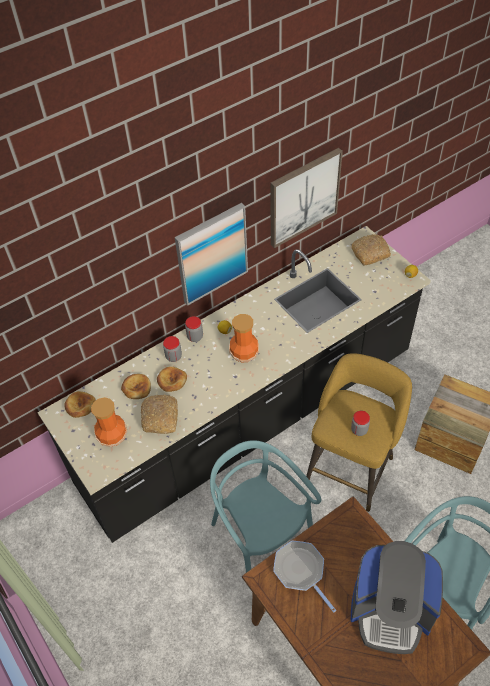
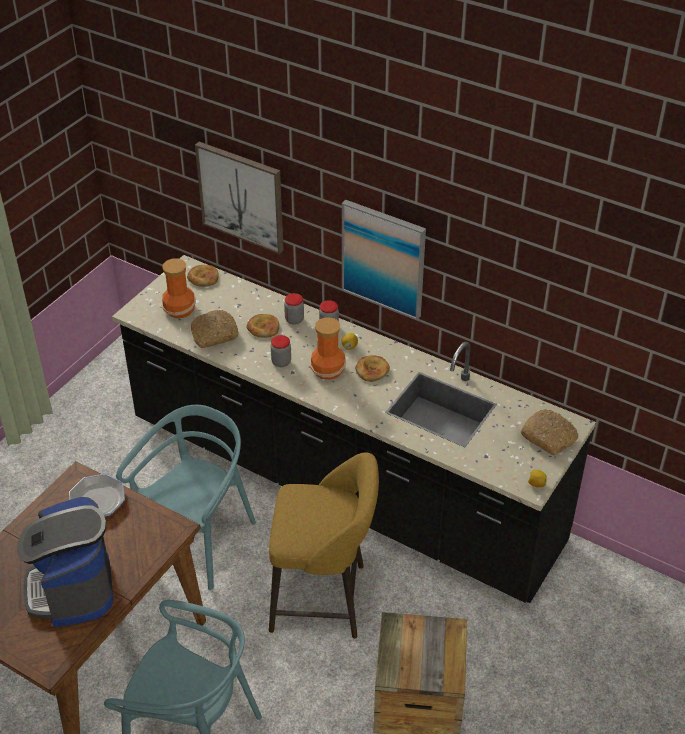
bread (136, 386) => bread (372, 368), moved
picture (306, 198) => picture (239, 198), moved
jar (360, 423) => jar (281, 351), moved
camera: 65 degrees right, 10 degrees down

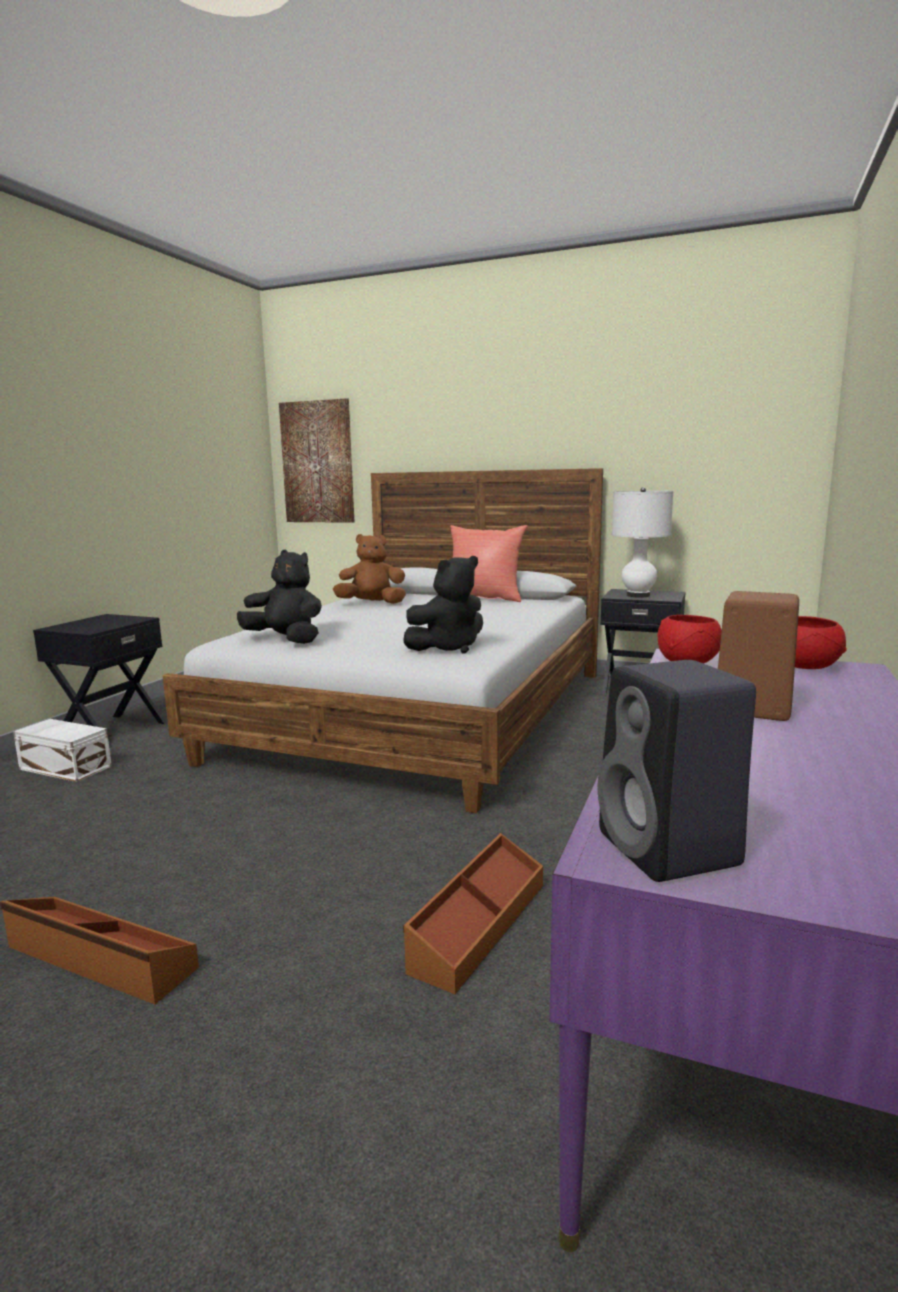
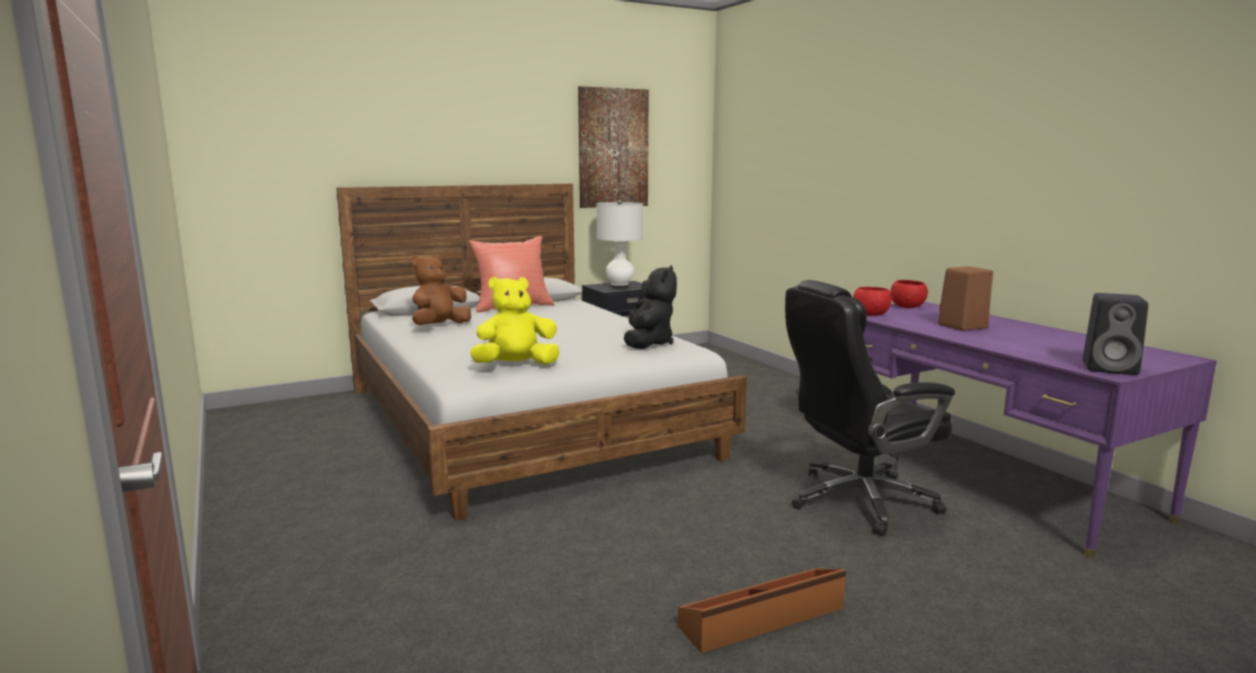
storage box (white) (62, 750) => nothing
nightstand (black) (100, 681) => nothing
picture (316, 460) => picture (613, 147), moved
storage box (brown) (473, 913) => office chair (black) (870, 408)
plush toy (black) (279, 596) => plush toy (yellow) (515, 320)
camera: 50 degrees left, 0 degrees up

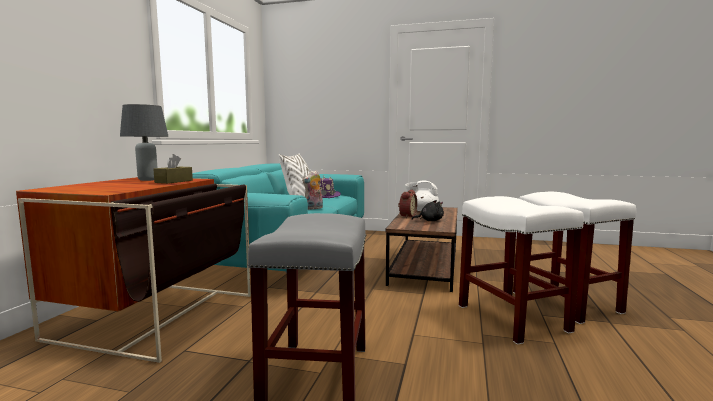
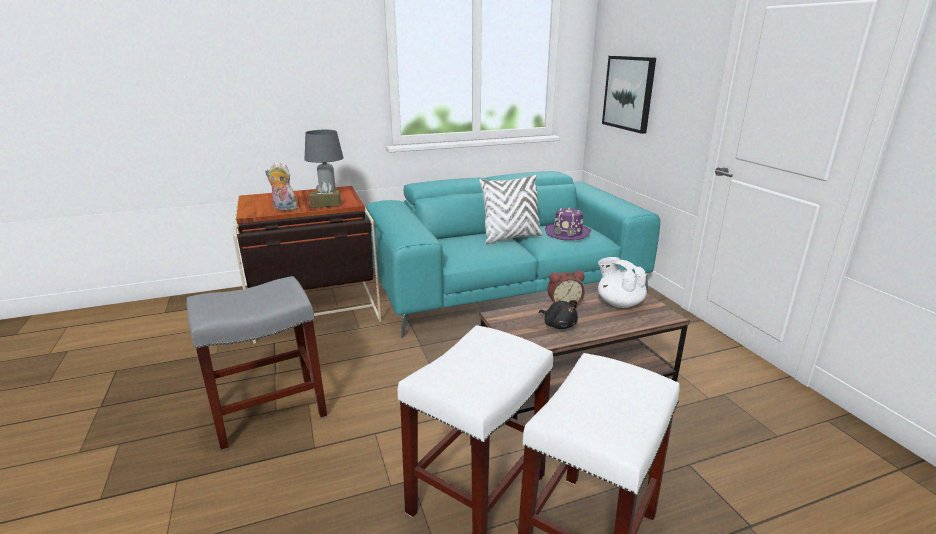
nothing => picture (629, 95)
plush toy (312, 190) => plush toy (281, 187), moved
camera: 55 degrees right, 15 degrees up

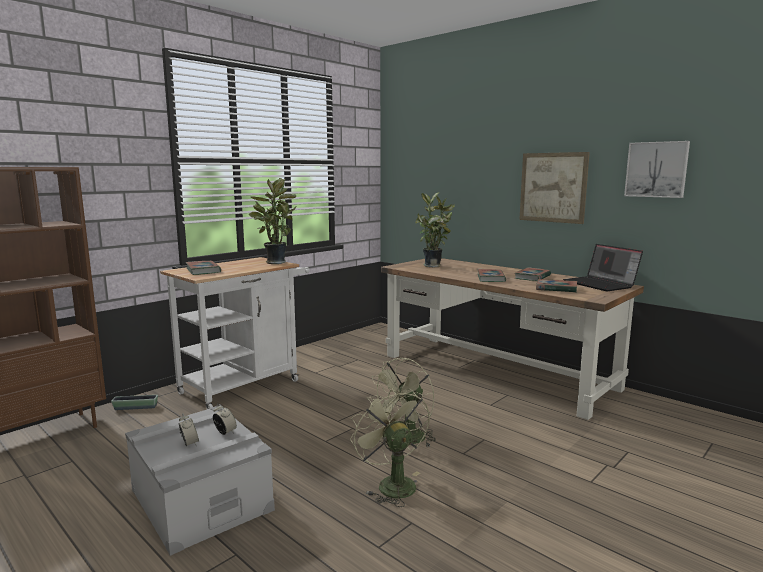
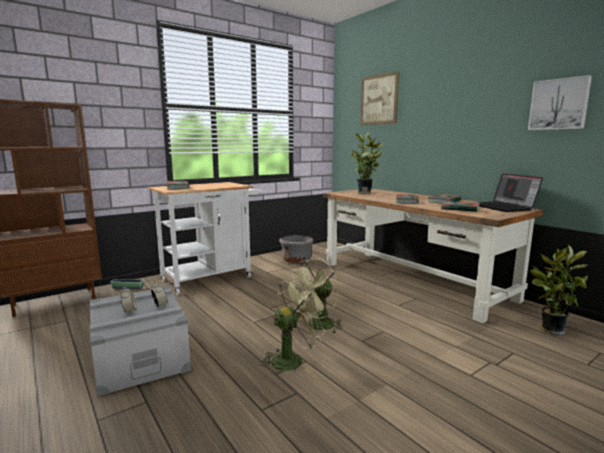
nothing => planter (grey) (296, 249)
potted plant (273, 221) => potted plant (559, 290), moved
picture (554, 188) => picture (379, 98), moved
fan (green) (390, 447) => fan (green) (292, 326), 75 degrees clockwise
camera: 10 degrees right, 0 degrees up

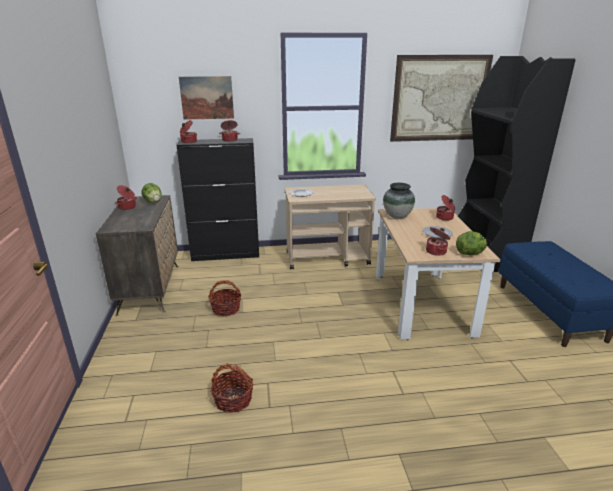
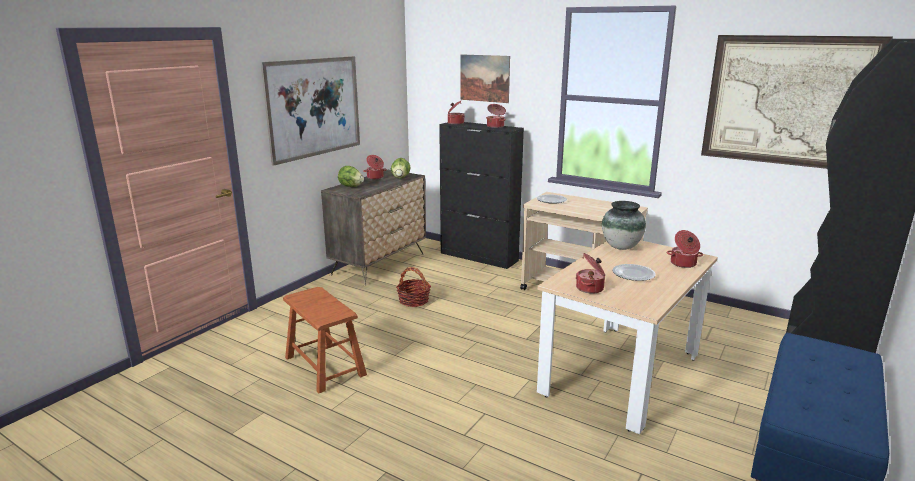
nothing => picture (310, 111)
lettuce (471, 243) => lettuce (351, 176), moved
basket (232, 388) => stool (brown) (325, 340)
camera: 40 degrees right, 5 degrees down

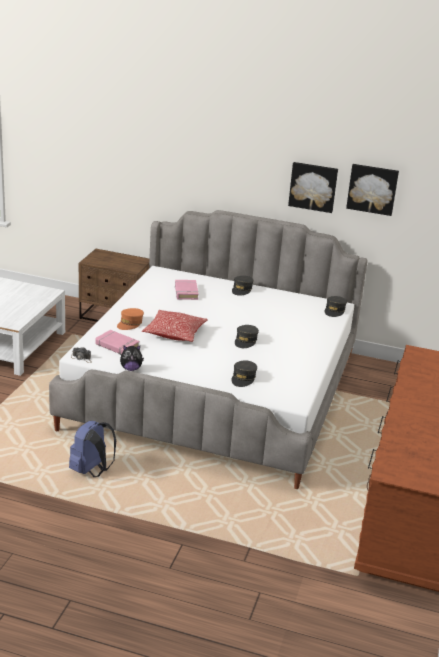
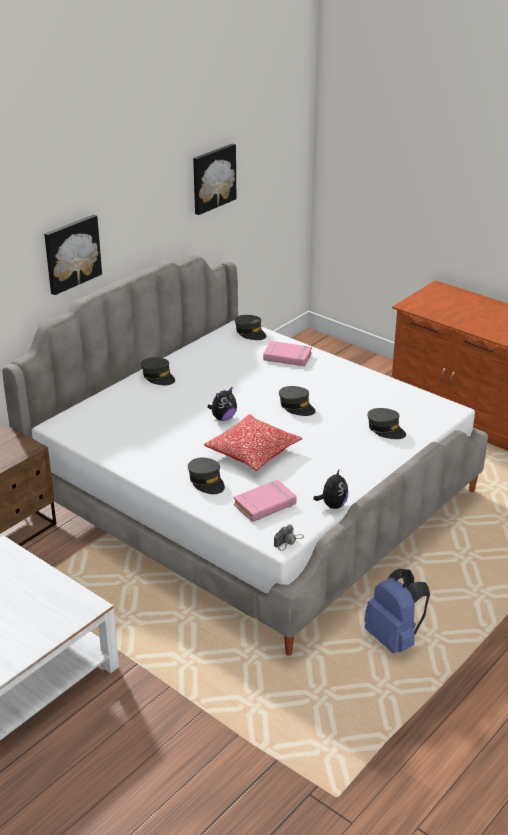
nothing => plush toy (222, 404)
book (pink) (187, 290) => book (pink) (287, 353), moved
picture (313, 187) => picture (73, 255), moved
cap (orange) (130, 319) => cap (grey) (206, 476)
camera: 65 degrees left, 5 degrees up

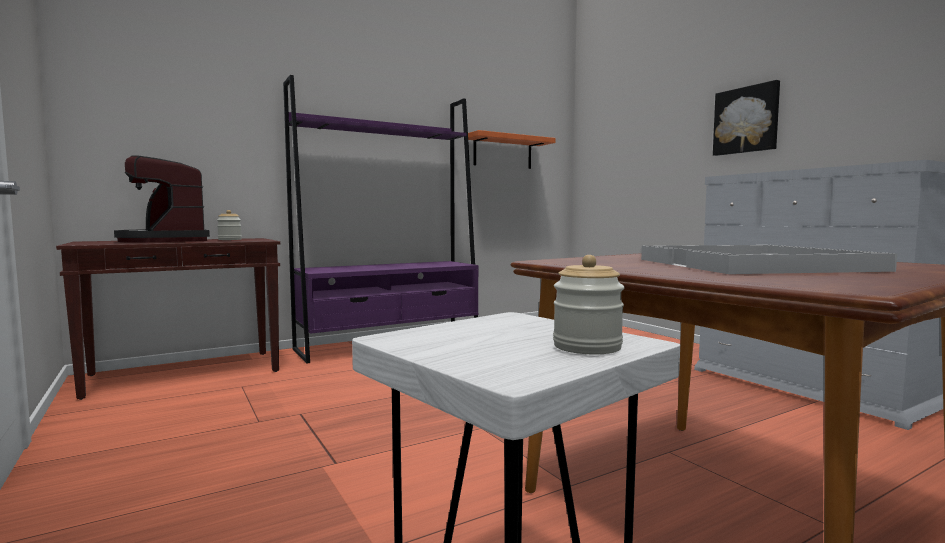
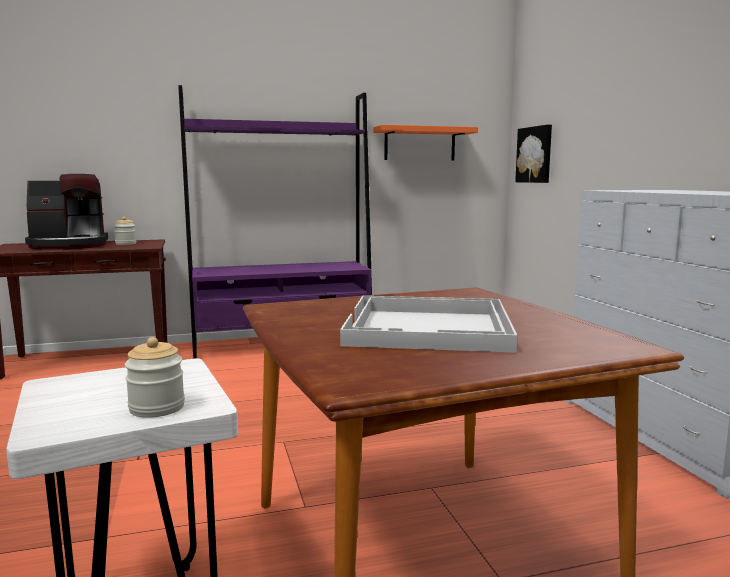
picture (746, 118) => picture (533, 154), moved
coffee machine (162, 199) => coffee machine (66, 212), 90 degrees counterclockwise
camera: 15 degrees right, 5 degrees up

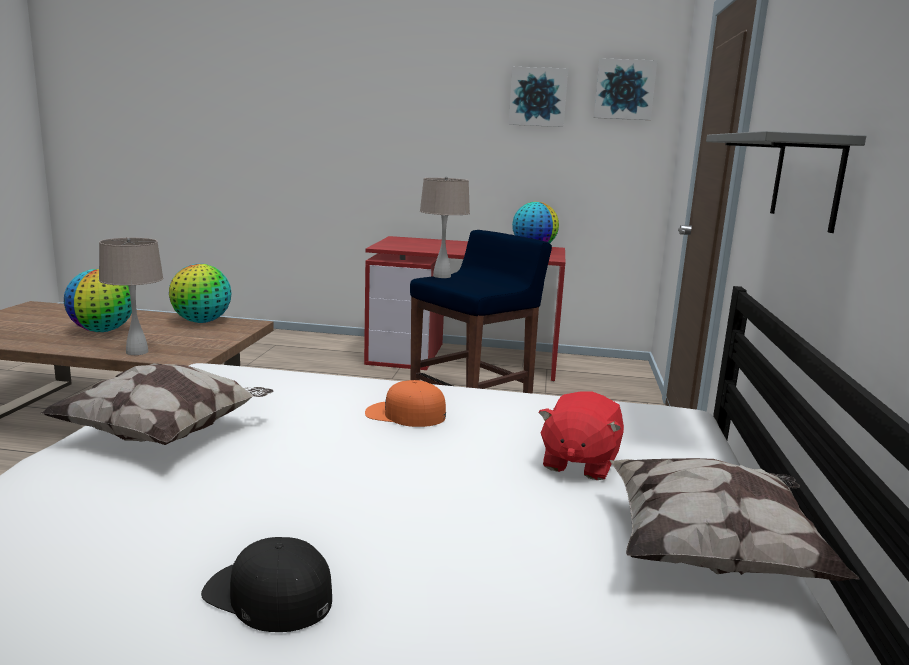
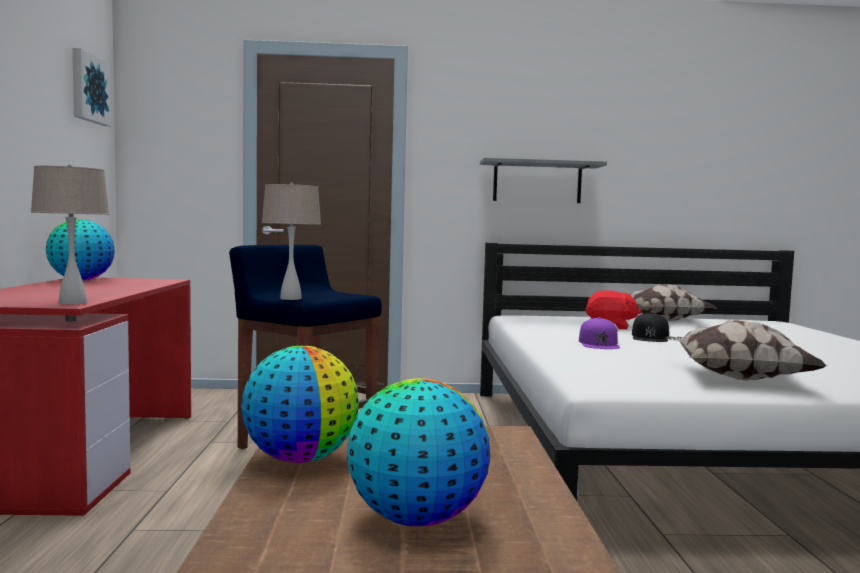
picture (538, 97) => nothing
table lamp (beige) (131, 296) => table lamp (beige) (70, 234), moved
cap (black) (266, 584) => cap (black) (650, 327), moved
cap (orange) (405, 403) => cap (purple) (599, 333)
camera: 100 degrees left, 10 degrees down

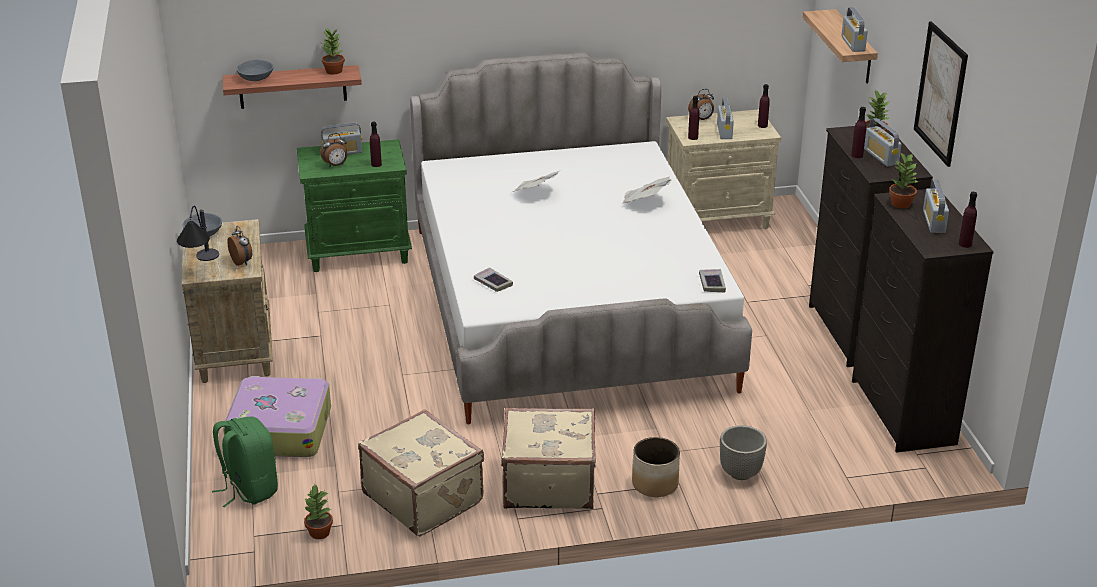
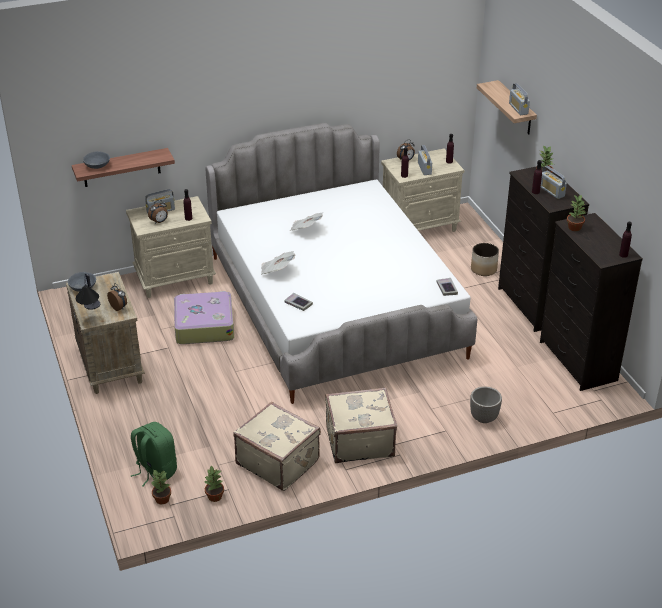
picture (941, 94) => nothing
radio (936, 206) => nothing
suitcase (277, 416) => suitcase (204, 317), moved
potted plant (333, 51) => potted plant (161, 486), moved
newspaper (647, 190) => newspaper (278, 263), moved
planter (656, 467) => planter (485, 259), moved
nightstand (green) (354, 205) => nightstand (beige) (171, 247)
camera: 10 degrees left, 5 degrees up

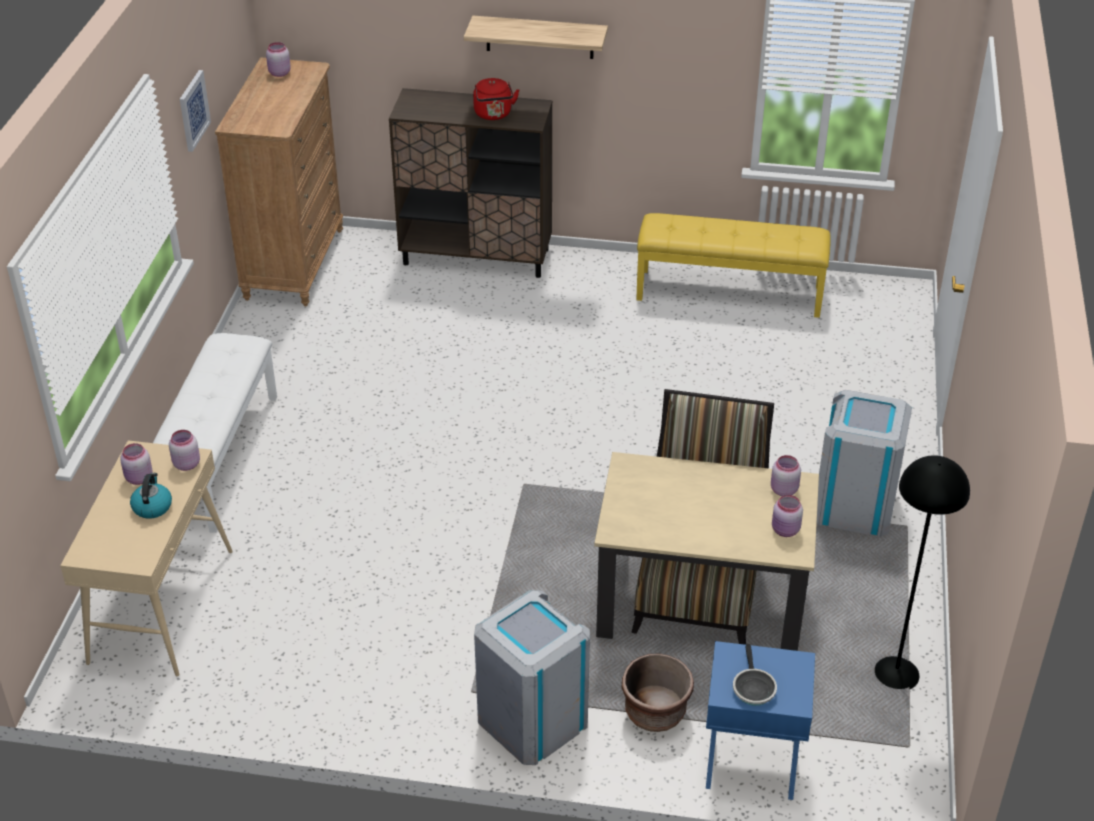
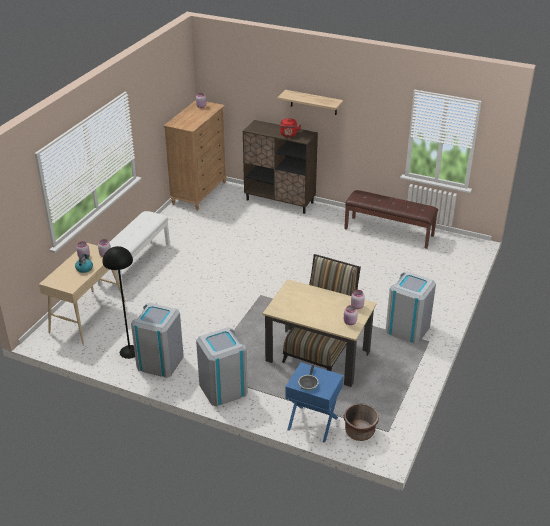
picture (195, 111) => nothing
nothing => trash can (grey) (157, 340)
planter (brown) (657, 693) => planter (brown) (361, 422), moved
floor lamp (black) (922, 572) => floor lamp (black) (119, 302), moved
bench (yellow) (733, 265) => bench (brown) (391, 219)
camera: 15 degrees right, 5 degrees down

